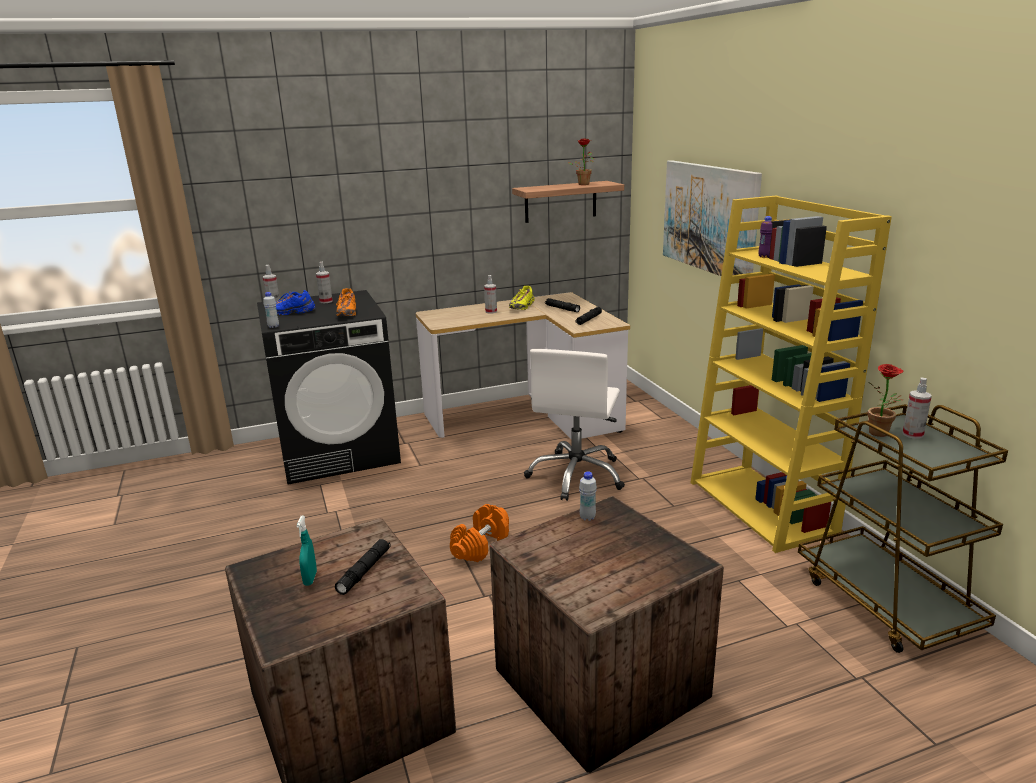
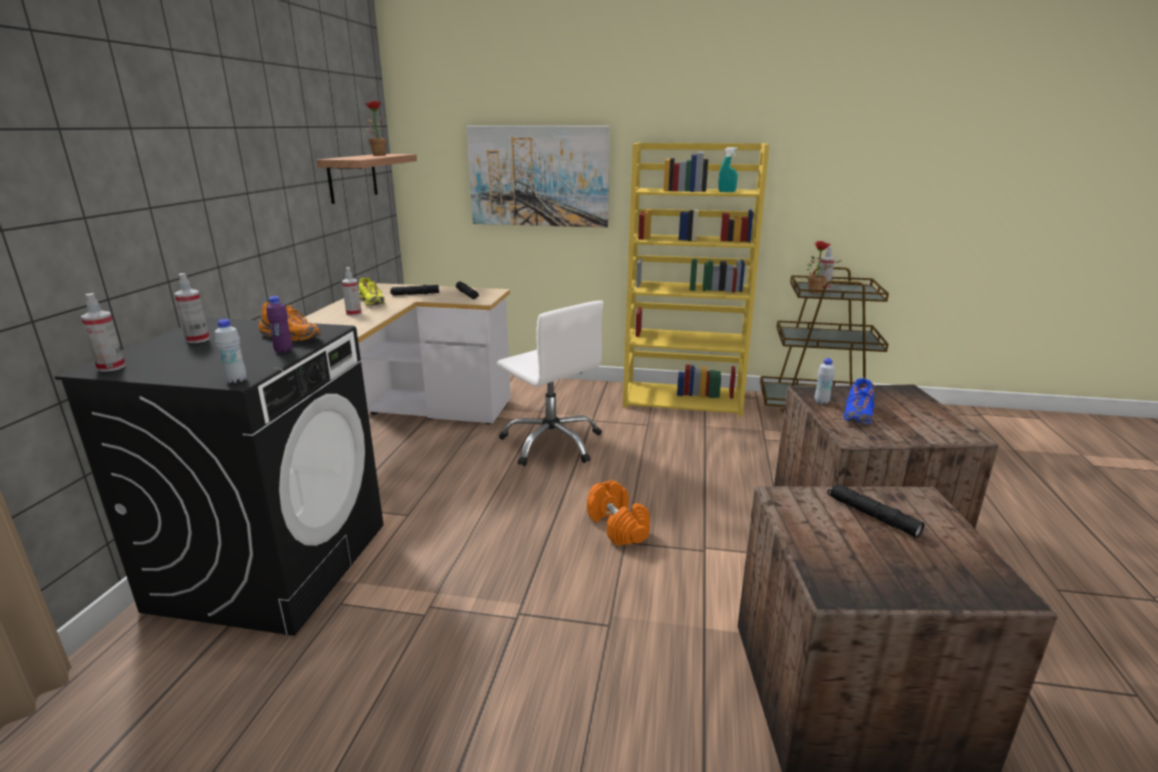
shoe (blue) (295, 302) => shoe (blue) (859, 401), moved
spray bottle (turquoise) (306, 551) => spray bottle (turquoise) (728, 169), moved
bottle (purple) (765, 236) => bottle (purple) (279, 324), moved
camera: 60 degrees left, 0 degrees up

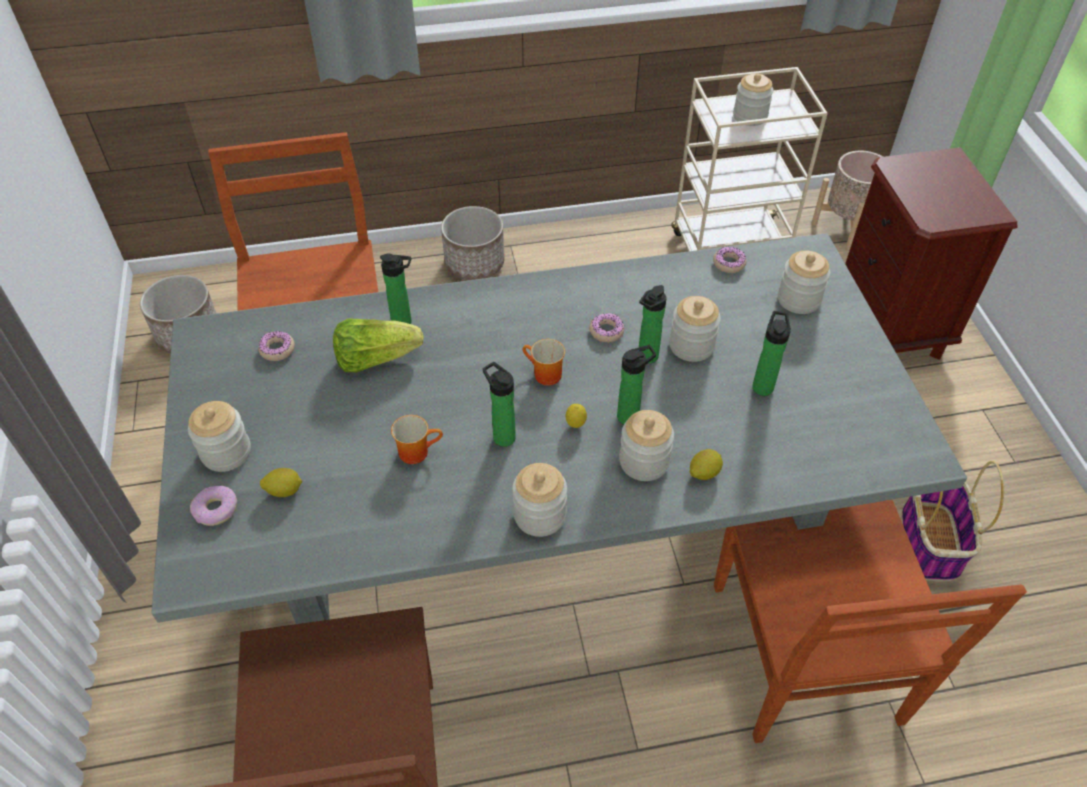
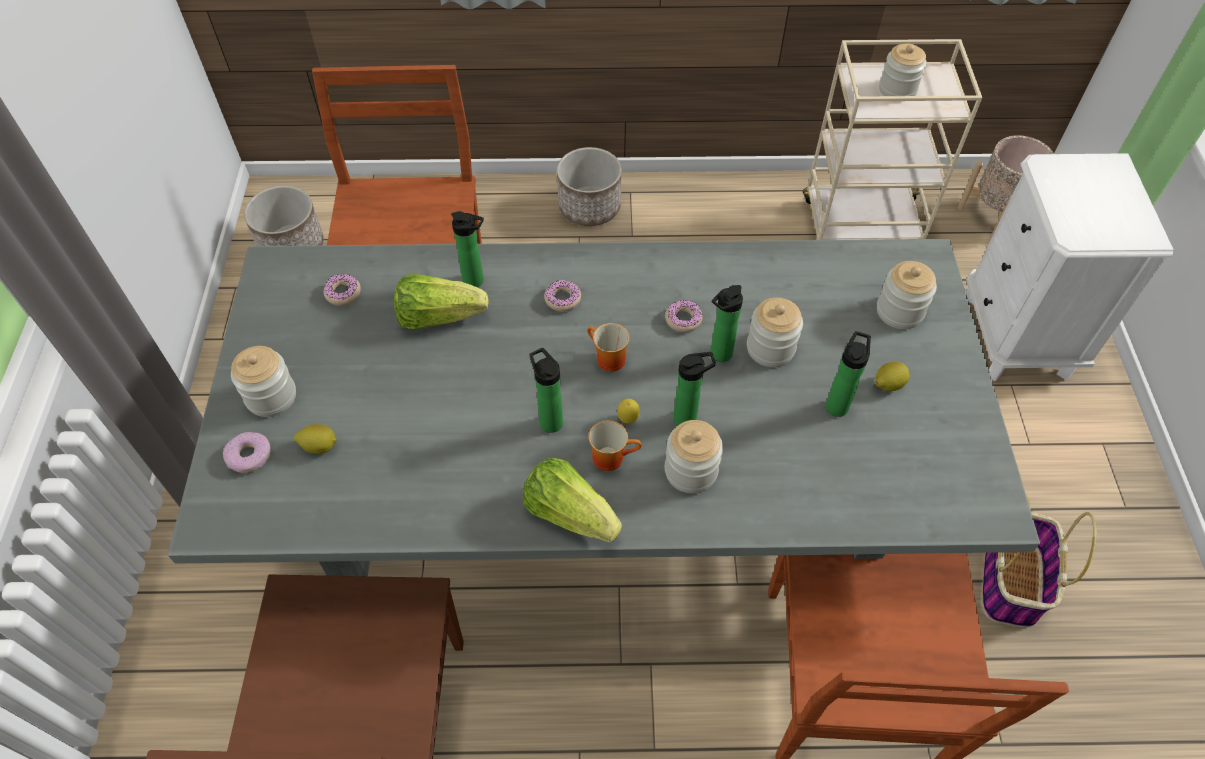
mug (417, 439) => mug (615, 445), moved
lemon (706, 464) => lemon (892, 376), moved
donut (730, 260) => donut (562, 296), moved
jar (539, 500) => lettuce (572, 499)
nightstand (brown) (931, 253) => nightstand (white) (1069, 267)
camera: 10 degrees right, 5 degrees up

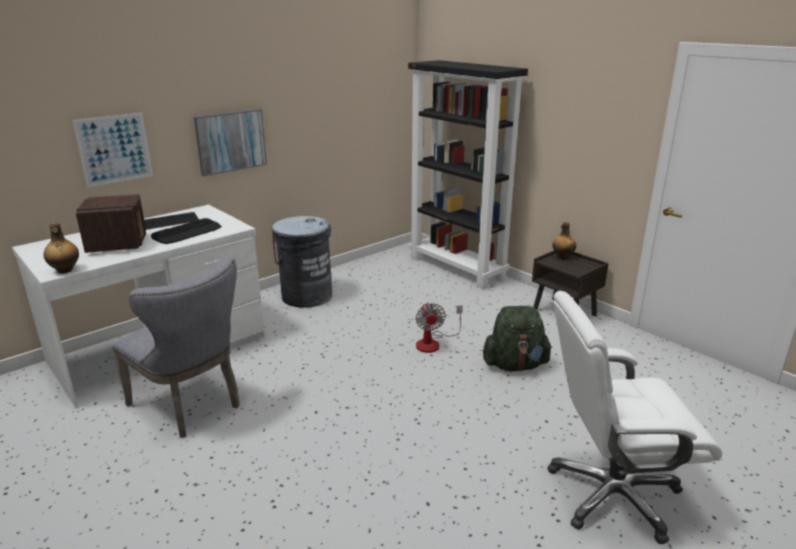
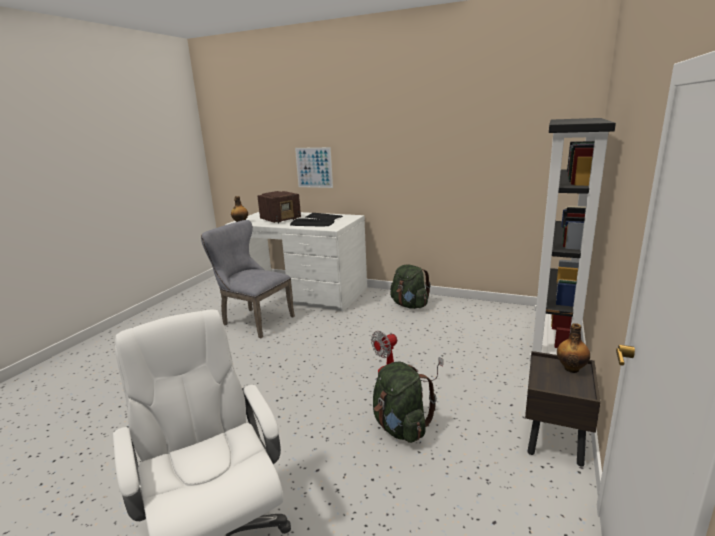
picture (230, 142) => nothing
trash can (grey) (302, 262) => backpack (green) (411, 286)
chair (grey) (176, 347) => chair (grey) (248, 279), 105 degrees clockwise
camera: 65 degrees right, 5 degrees down

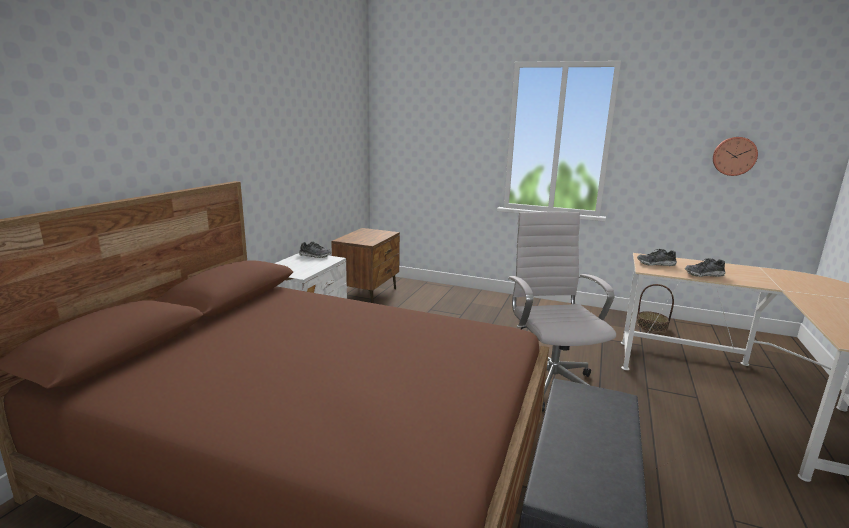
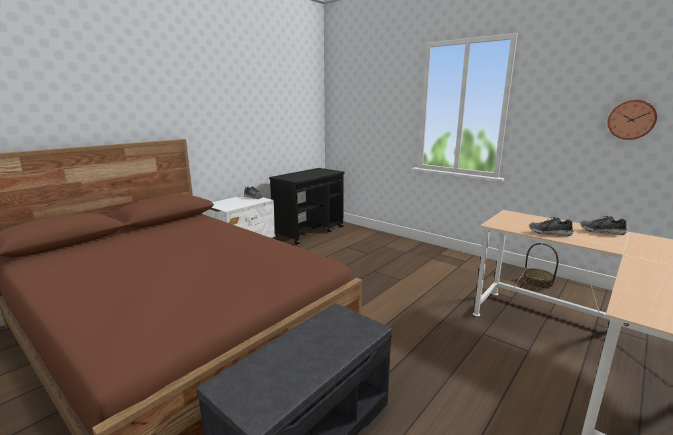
office chair (white) (562, 312) => nothing
shoe (657, 257) => shoe (603, 225), moved
nightstand (brown) (365, 265) => cart (black) (307, 206)
camera: 20 degrees right, 0 degrees up

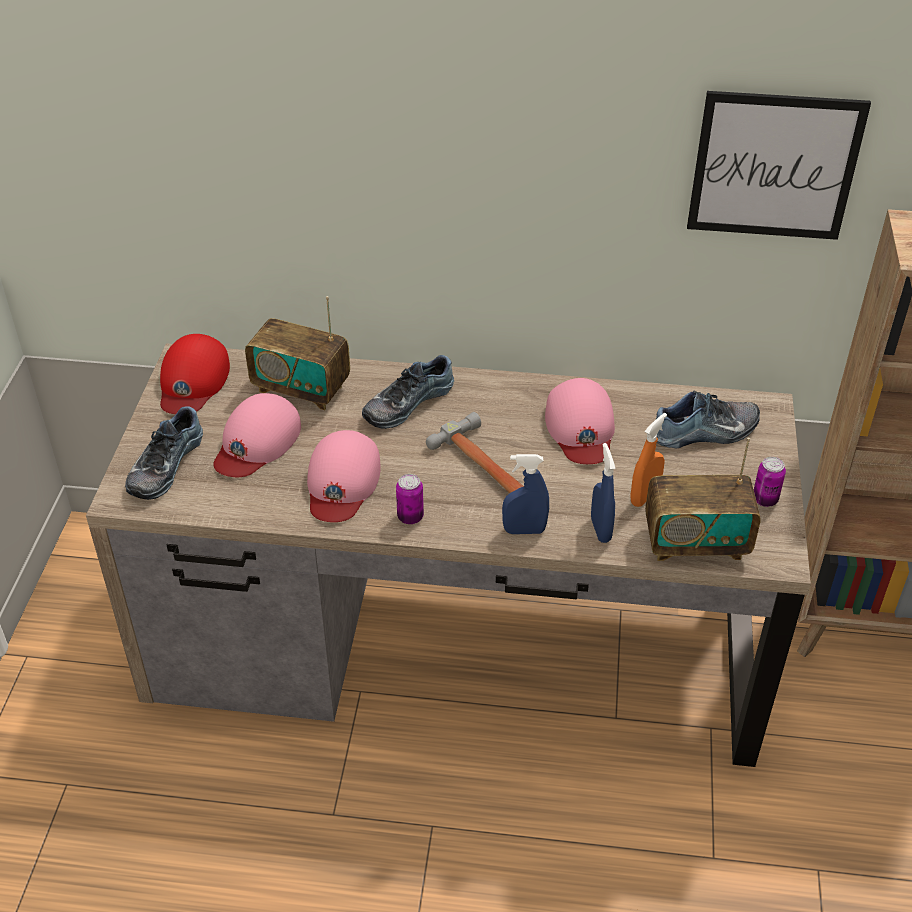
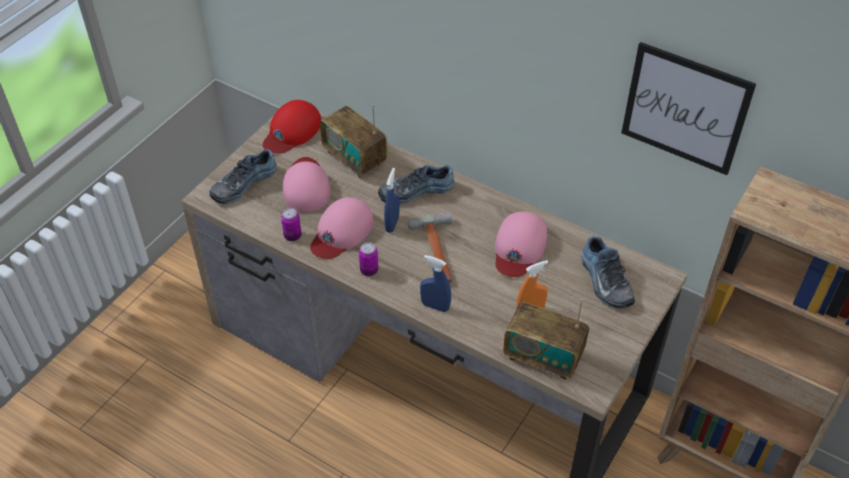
spray bottle (blue) (603, 493) => spray bottle (blue) (391, 200), moved
can (770, 482) => can (291, 224), moved
cap (pink) (257, 435) => cap (pink) (306, 185), 120 degrees clockwise
shoe (708, 419) => shoe (608, 272), 60 degrees clockwise
camera: 25 degrees right, 5 degrees up

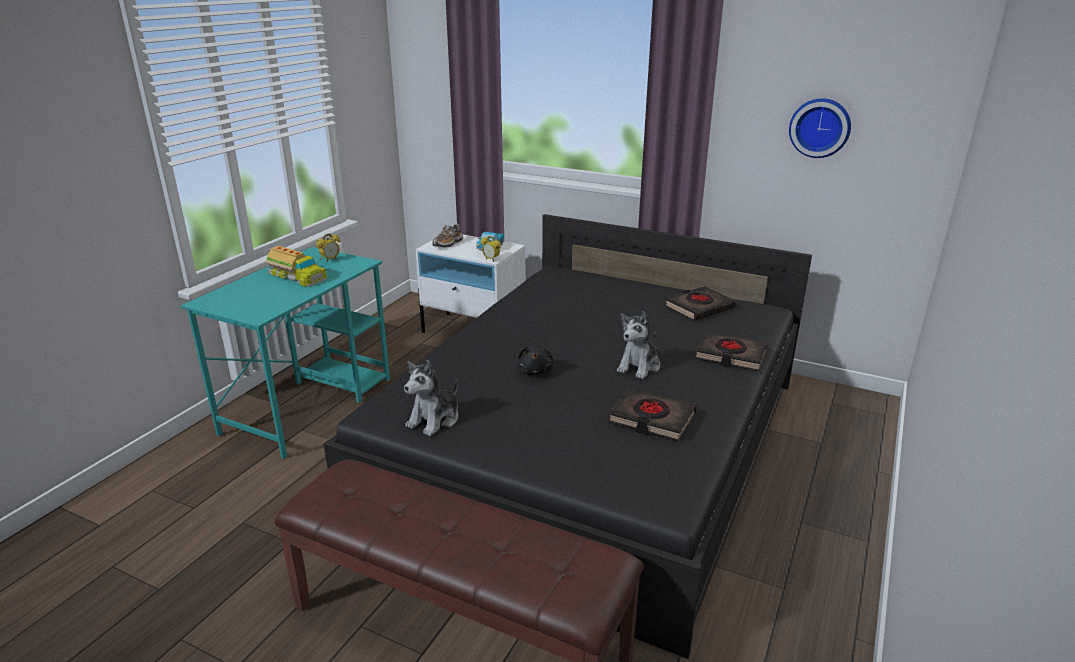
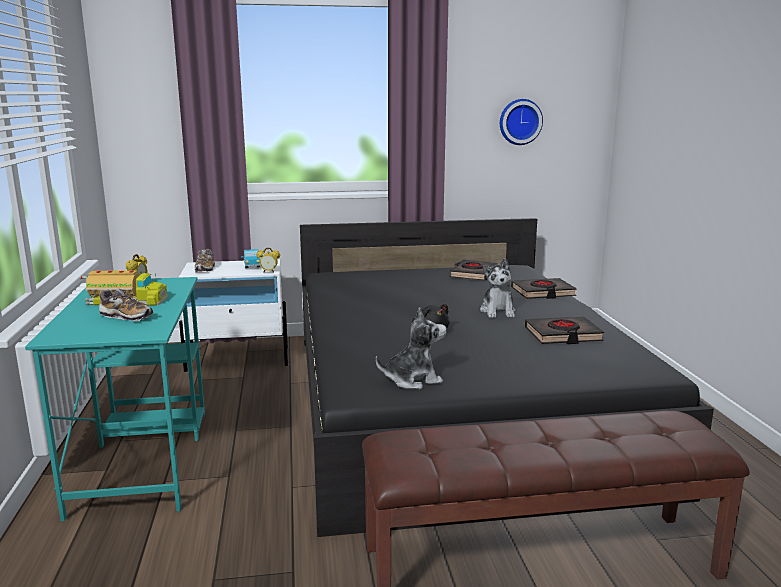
nothing => shoe (126, 305)
plush toy (431, 398) => plush toy (411, 348), 105 degrees counterclockwise
camera: 35 degrees left, 10 degrees down

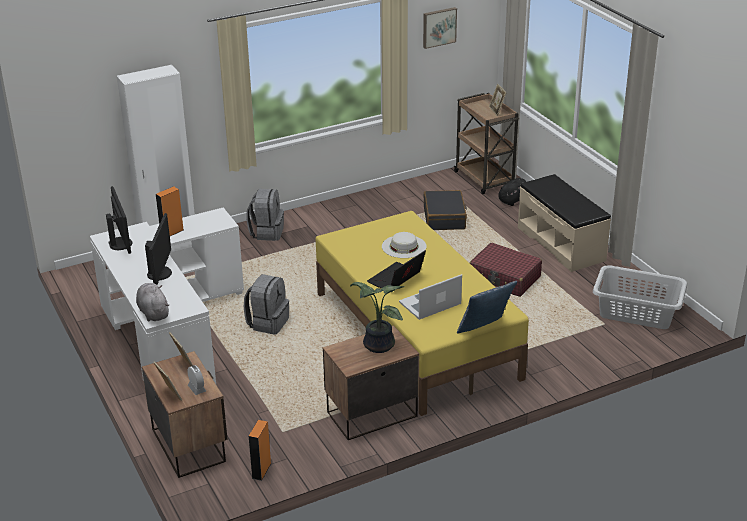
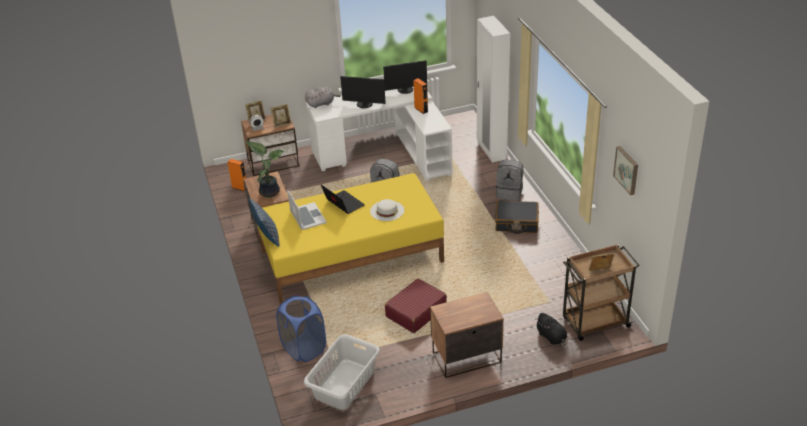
nothing => laundry basket (blue) (301, 328)
suitcase (black) (445, 210) => suitcase (black) (517, 217), moved
bench (beige) (564, 223) => nightstand (467, 335)
camera: 100 degrees right, 5 degrees up

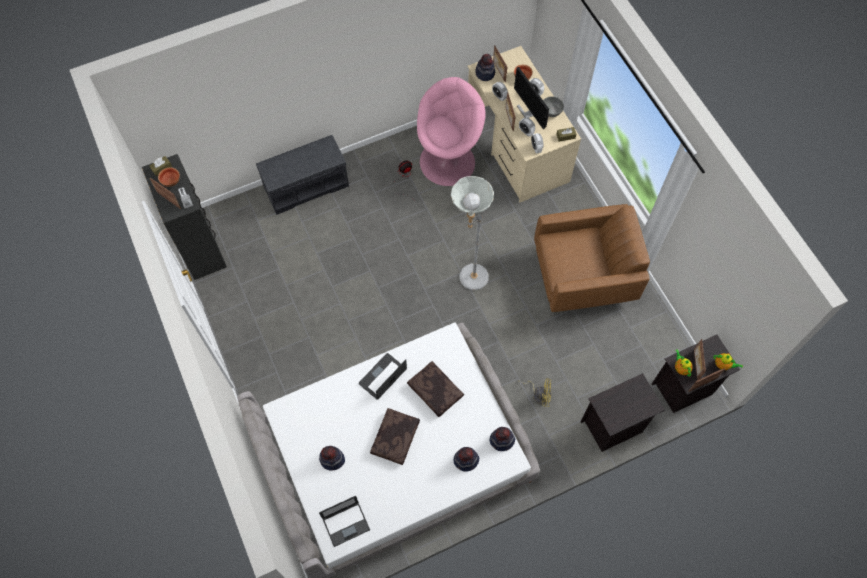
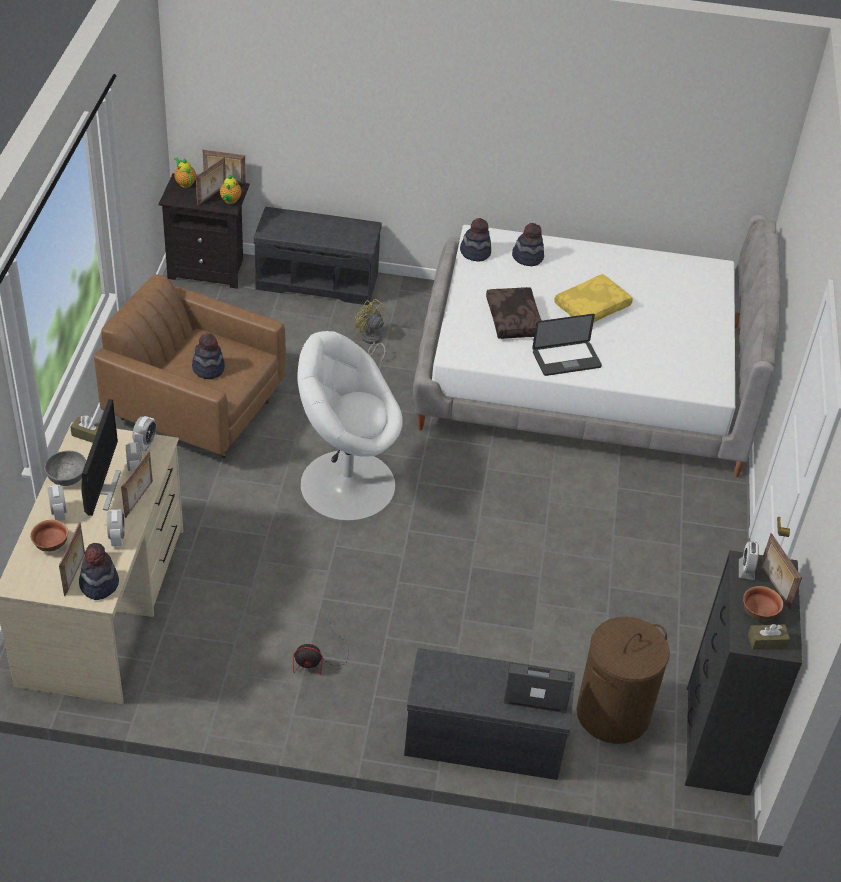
armchair (pink) (451, 131) => nothing
nothing => laundry basket (brown) (623, 680)
hat (332, 458) => hat (208, 356), moved
laptop (344, 521) => laptop (538, 687), moved
floor lamp (grey) (472, 233) => armchair (white) (350, 426)
nightstand (black) (622, 412) => bench (grey) (318, 256)
pillow (brown) (395, 436) => pillow (yellow) (593, 298)
camera: 150 degrees left, 20 degrees down

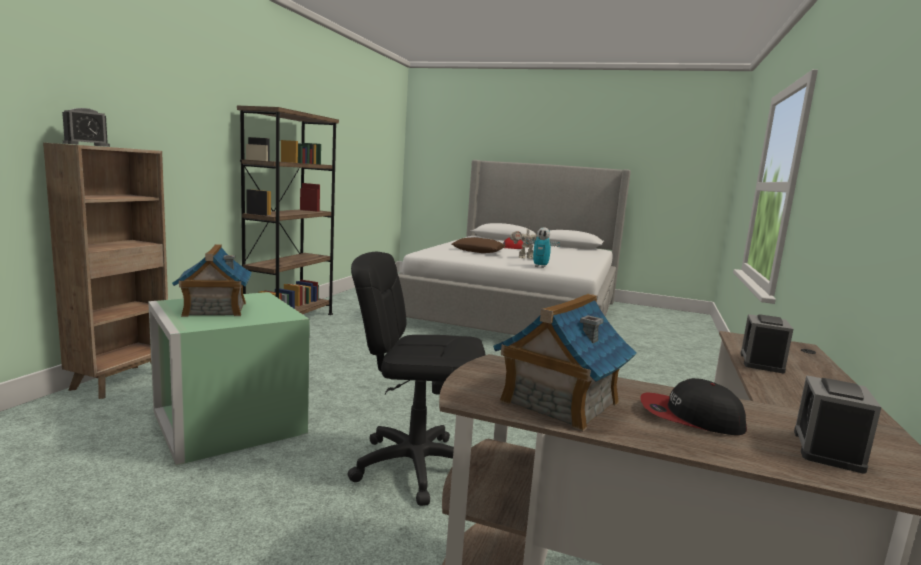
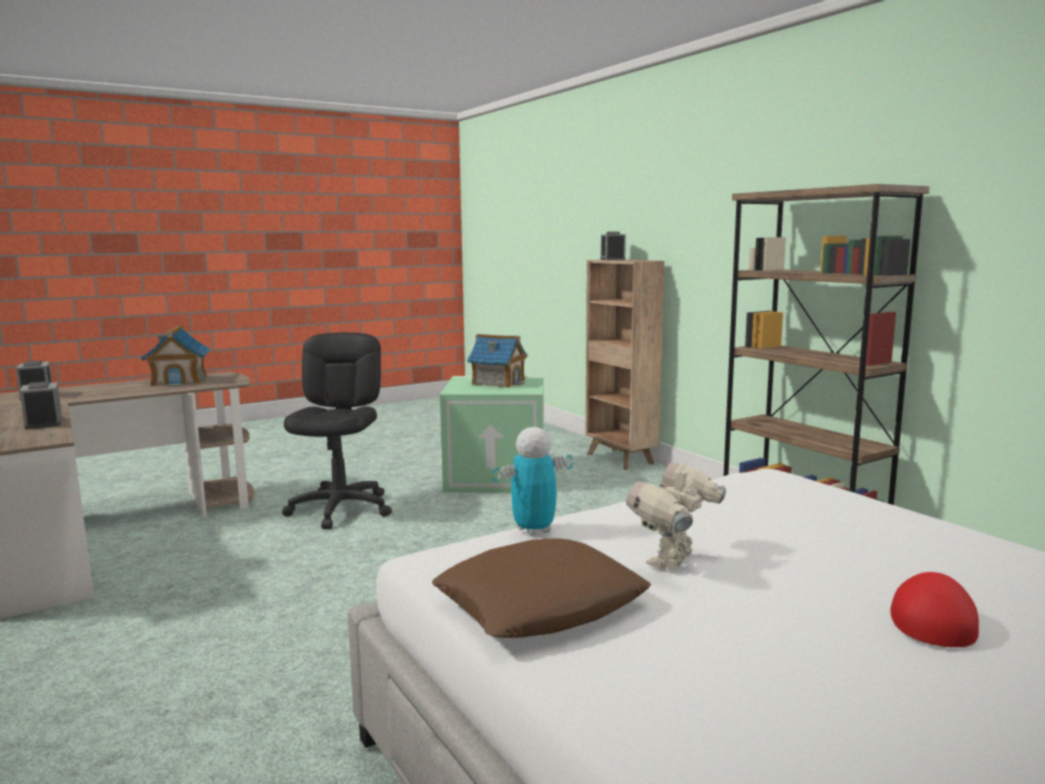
cap (693, 406) => nothing
pillow (brown) (479, 245) => pillow (brown) (541, 588), moved
office chair (black) (417, 379) => office chair (black) (337, 430), 45 degrees counterclockwise
camera: 130 degrees right, 0 degrees up

